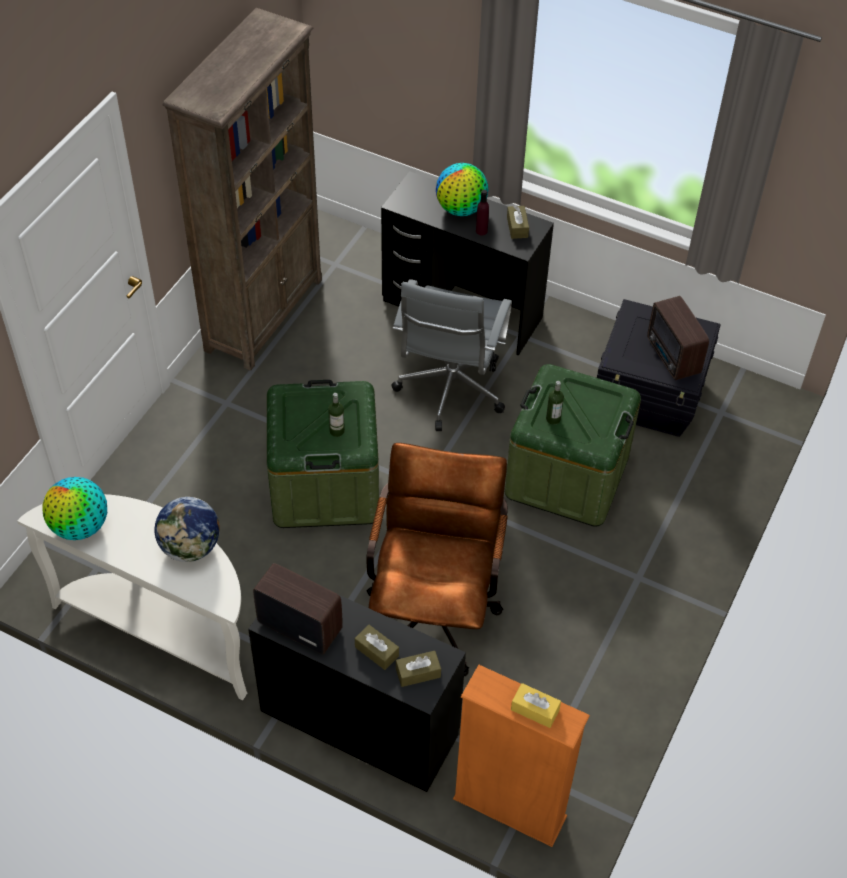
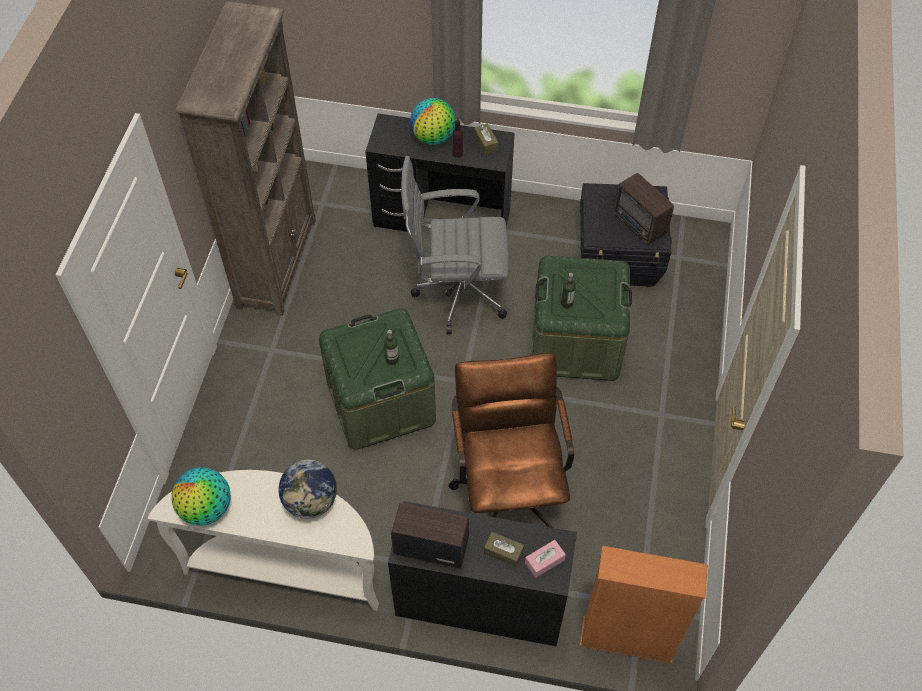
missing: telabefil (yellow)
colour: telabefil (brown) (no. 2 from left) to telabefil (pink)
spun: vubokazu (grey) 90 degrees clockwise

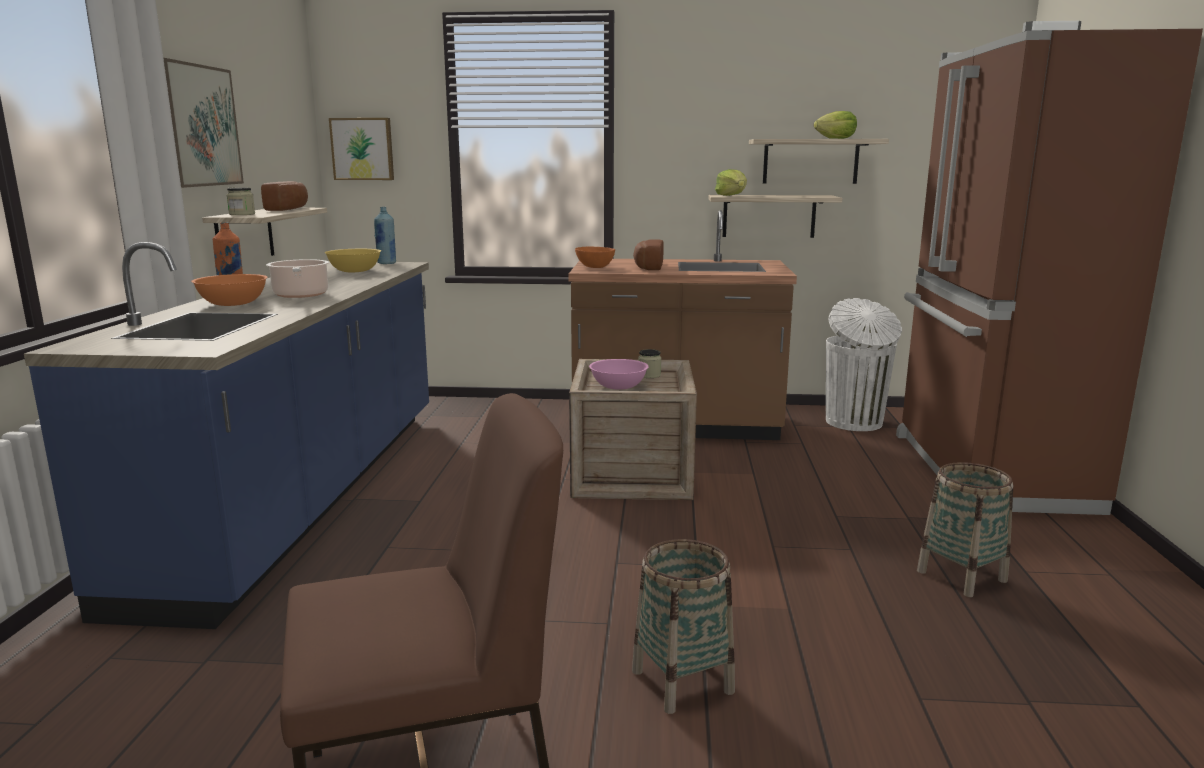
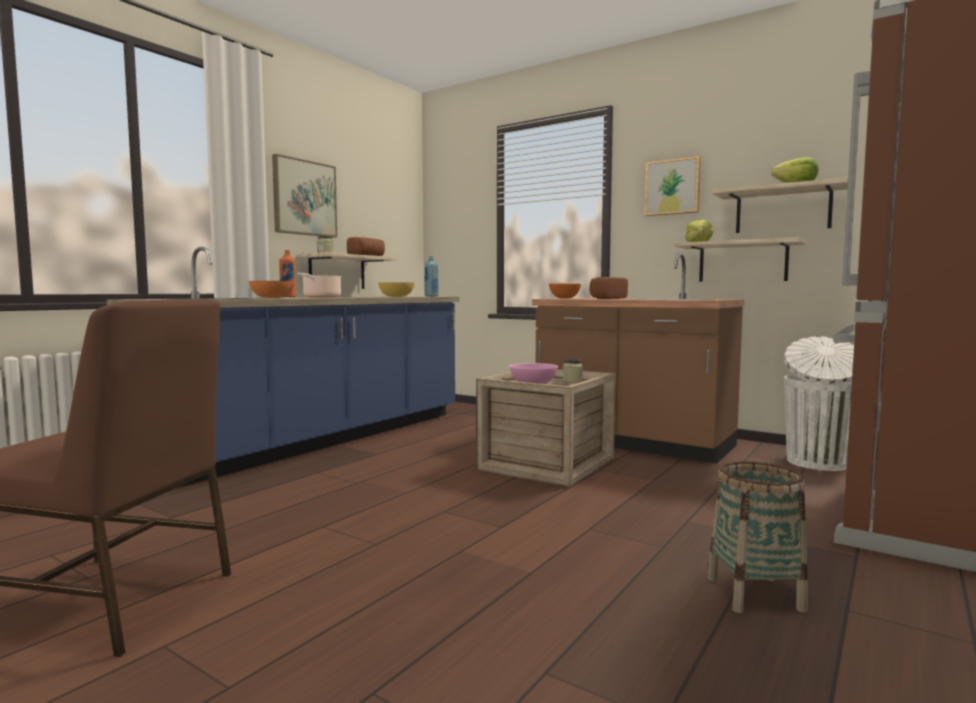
missing: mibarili (no. 1 from left)
relocated: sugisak (no. 2 from left)

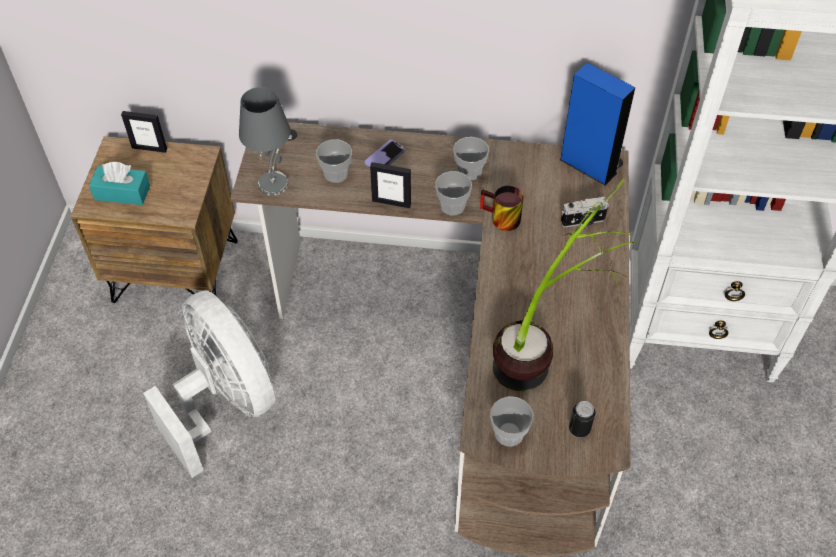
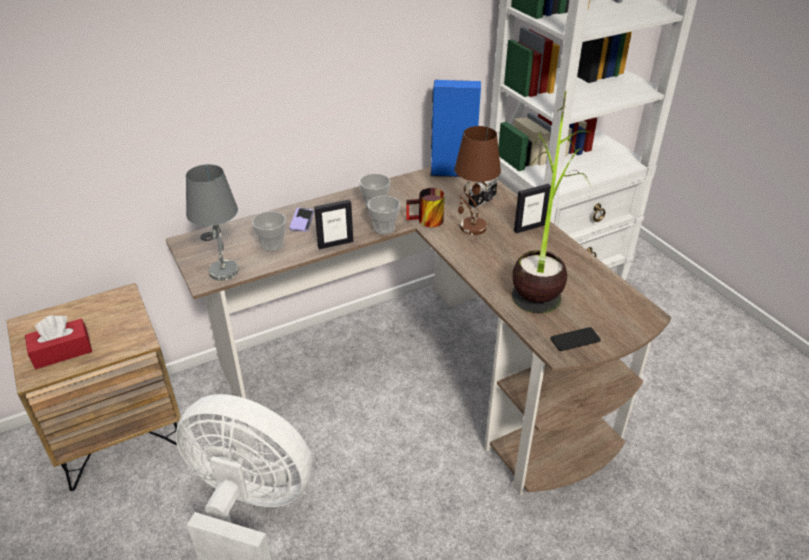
missing: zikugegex
appeared: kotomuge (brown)
relocated: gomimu (no. 1 from left in the first image) to gomimu (no. 2 from left)
exchanged: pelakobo (no. 4 from left) to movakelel (no. 2 from left)
colour: telabefil (turquoise) to telabefil (red)

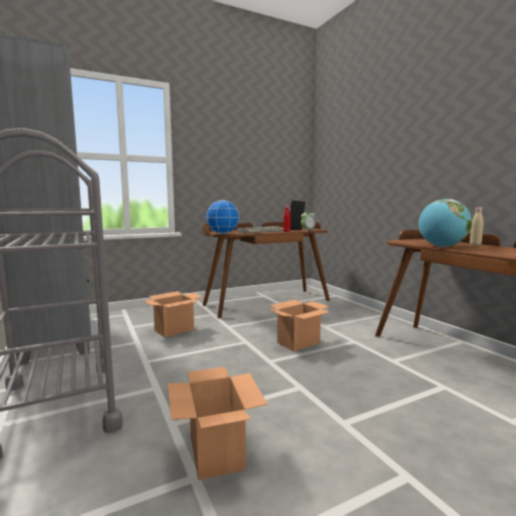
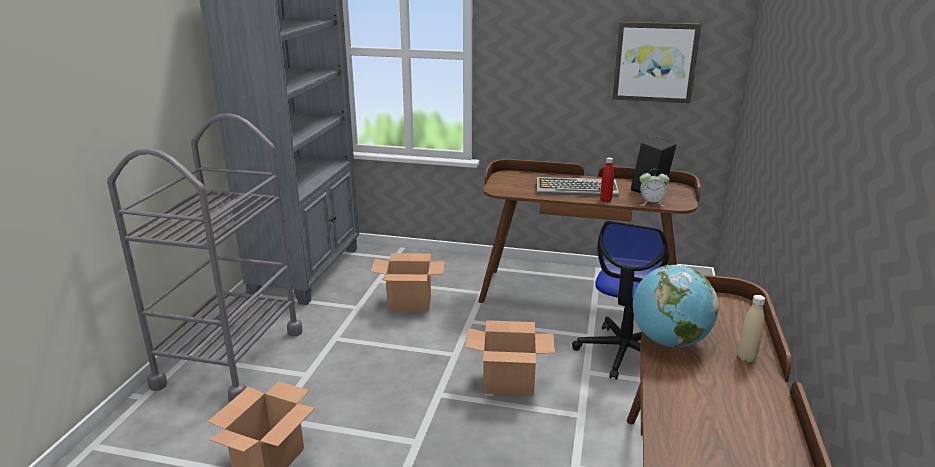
missing: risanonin (no. 1 from left)
appeared: vubokazu; sugisak

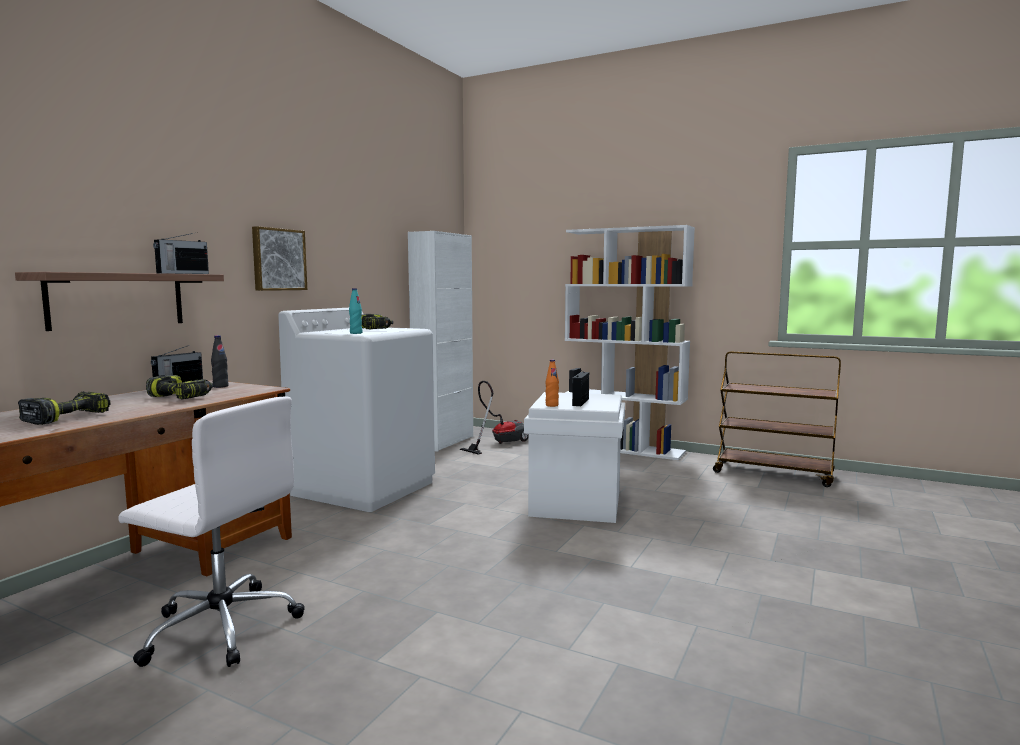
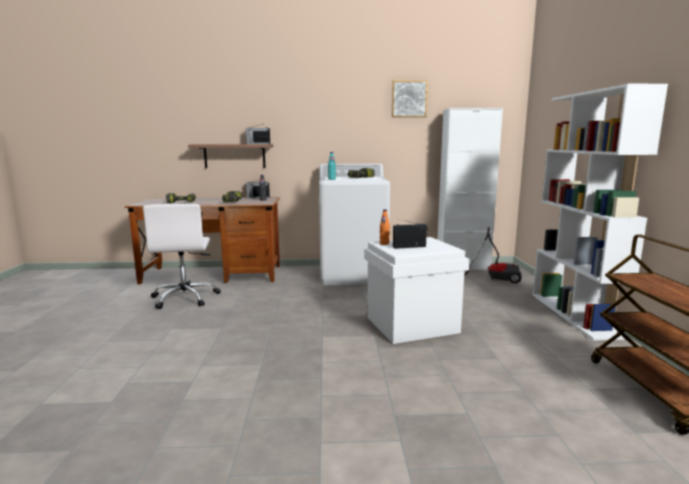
relocated: sugisak

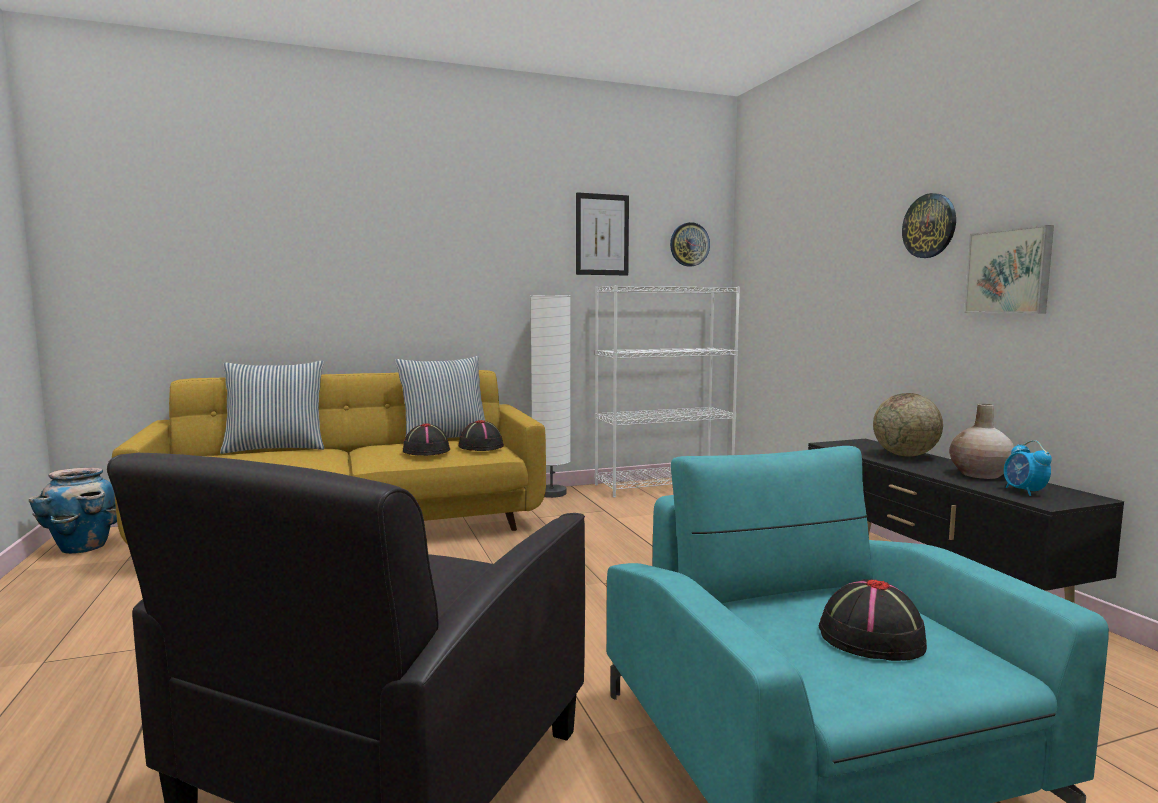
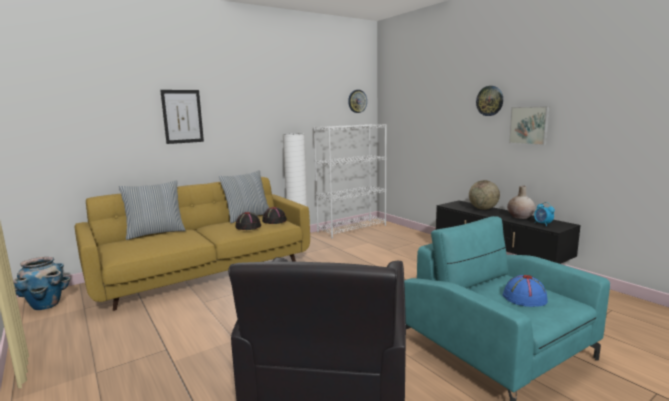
relocated: sugisak (no. 1 from left)
colour: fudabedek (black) (no. 3 from left) to fudabedek (blue)

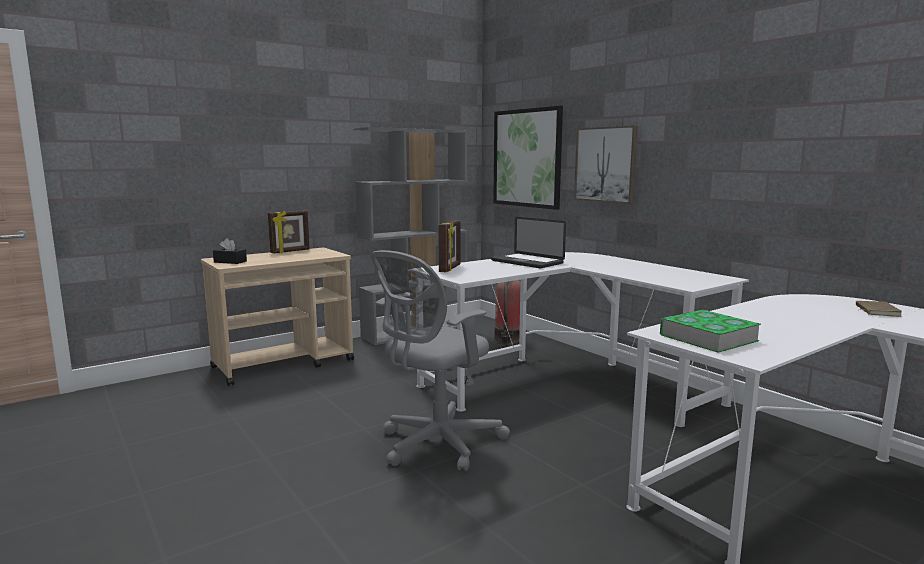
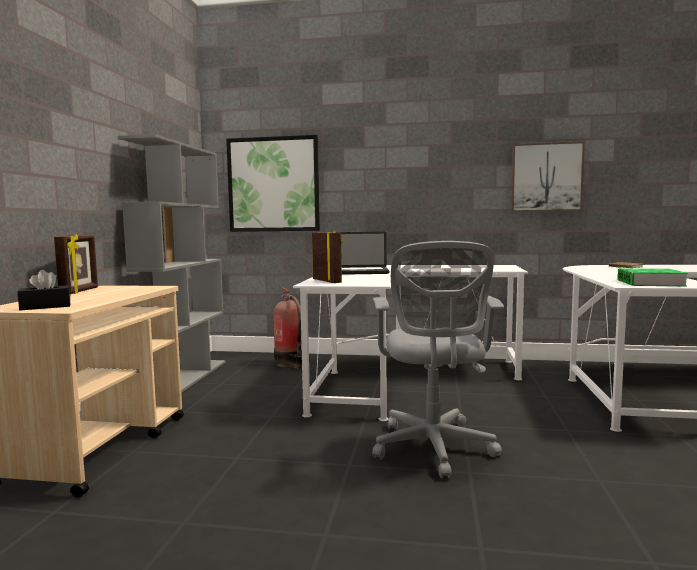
relocated: sugisak (no. 2 from left)

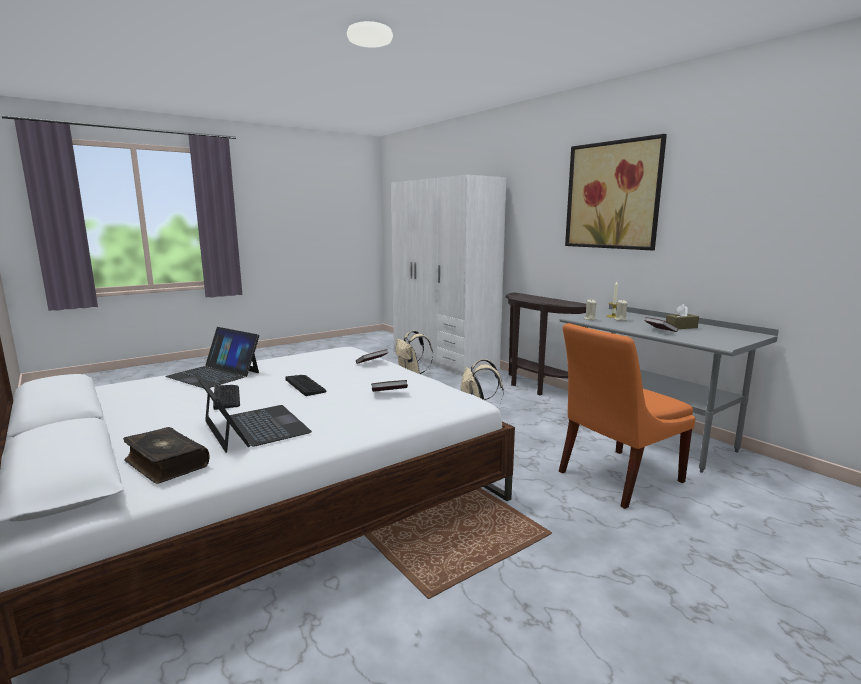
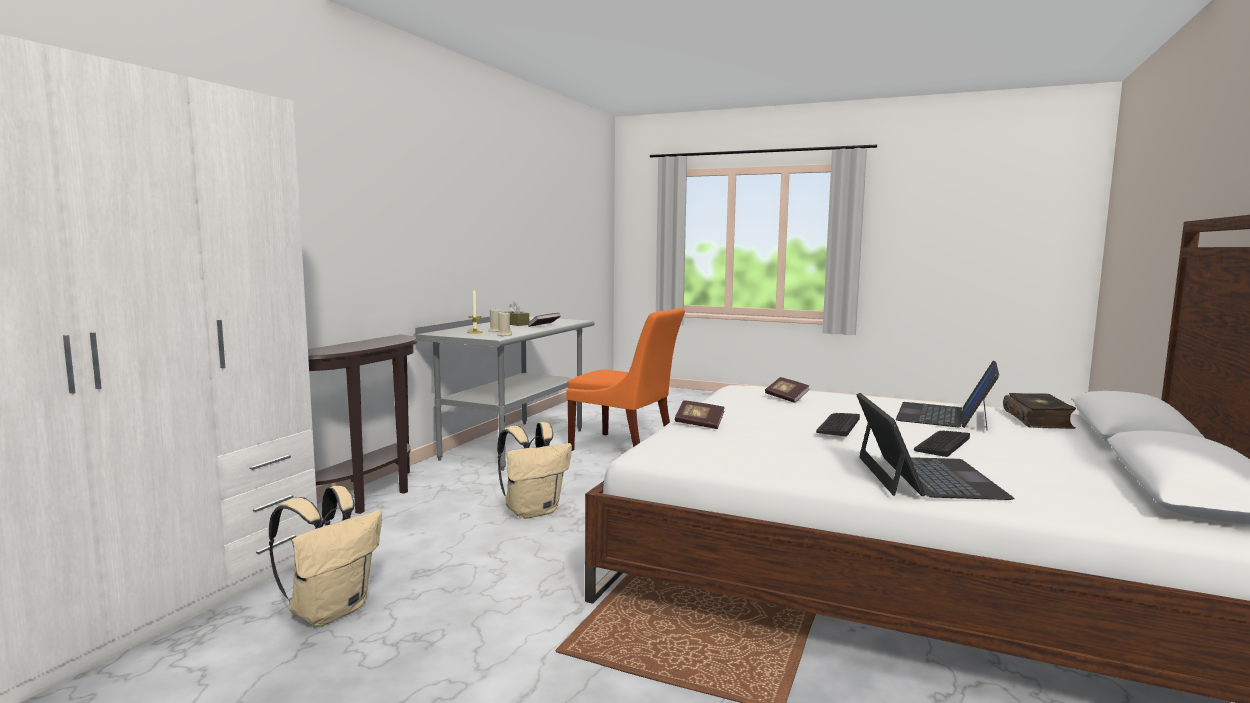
missing: sugisak

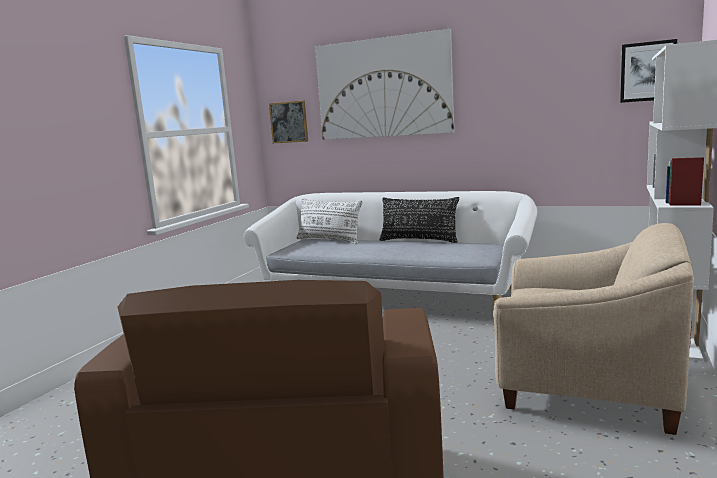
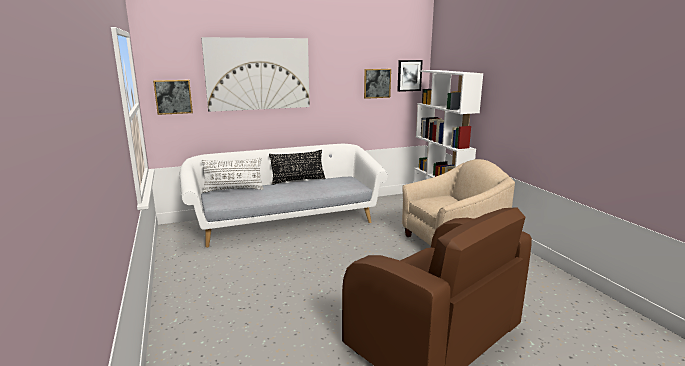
appeared: sugisak (no. 3 from left)

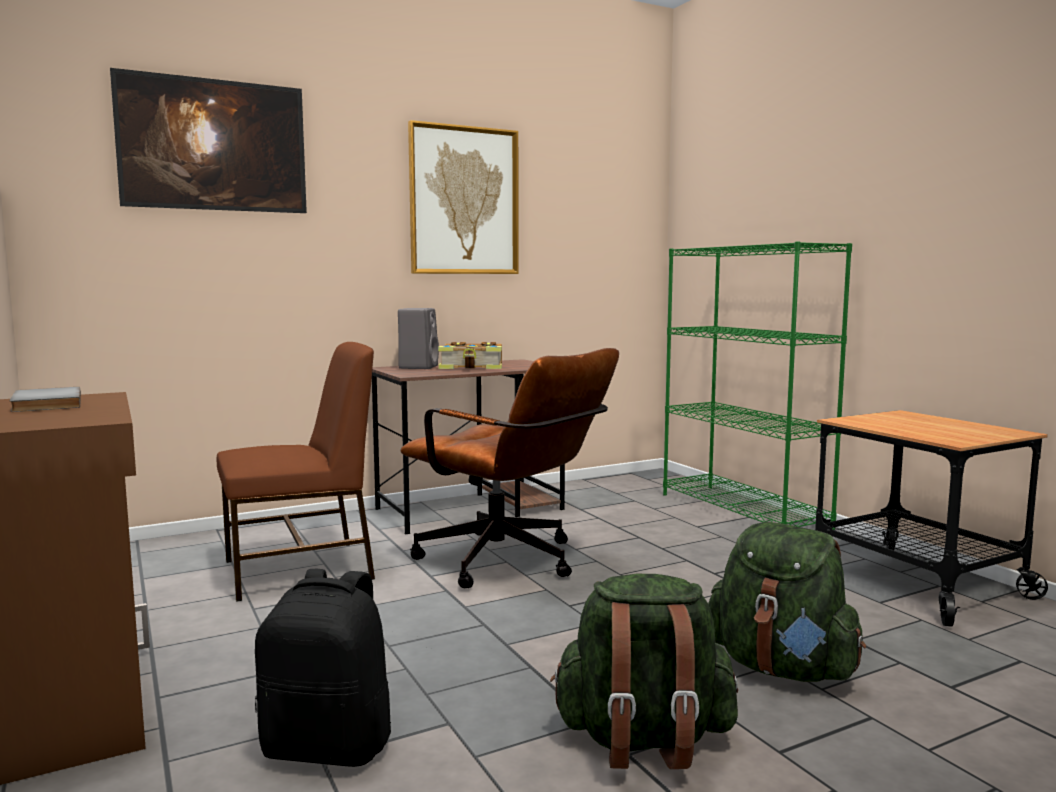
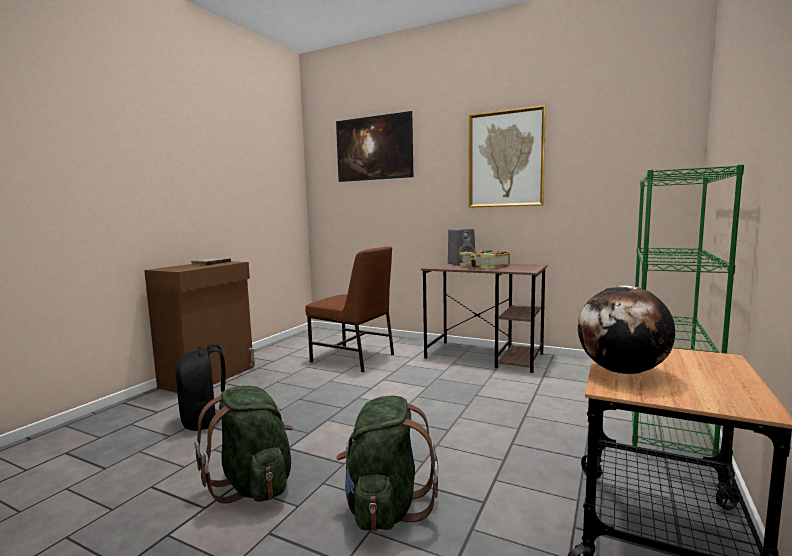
missing: vubokazu (brown)
appeared: risanonin

